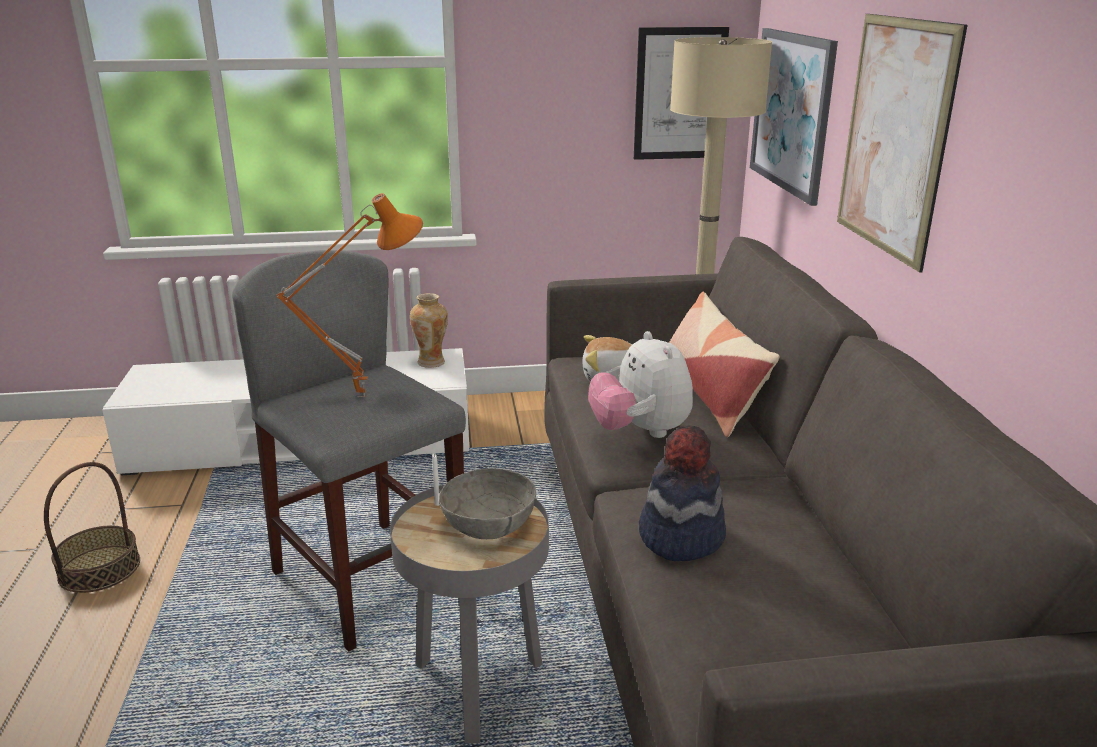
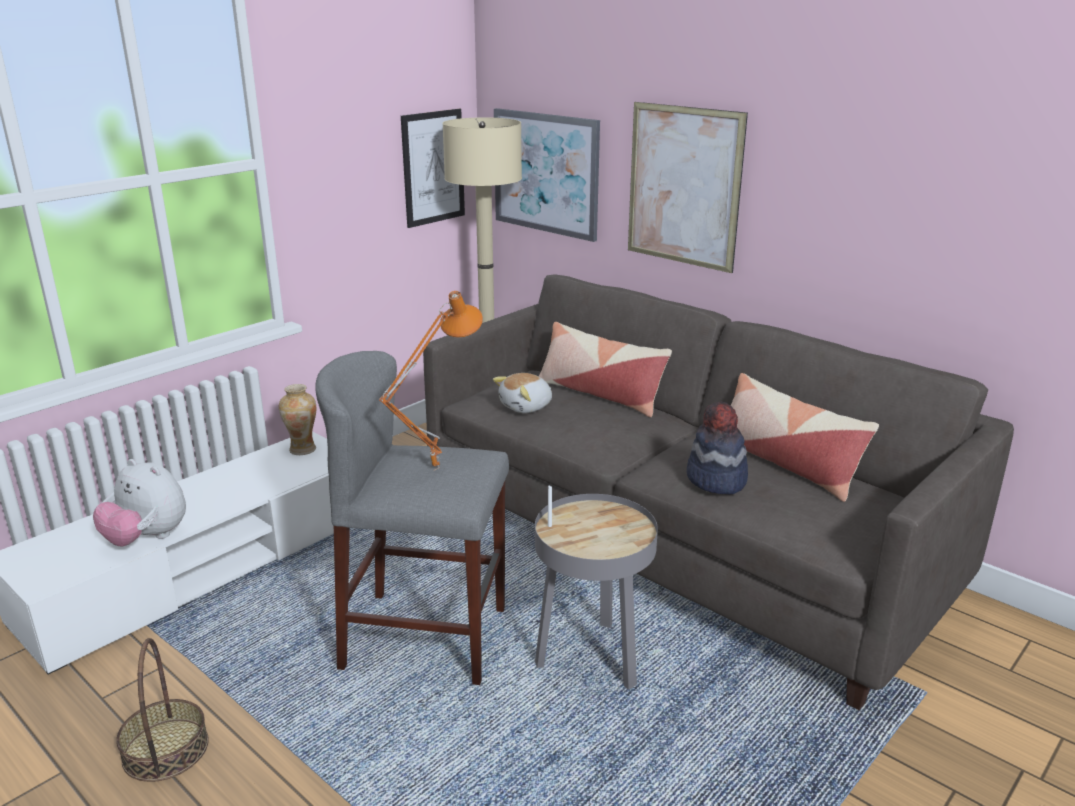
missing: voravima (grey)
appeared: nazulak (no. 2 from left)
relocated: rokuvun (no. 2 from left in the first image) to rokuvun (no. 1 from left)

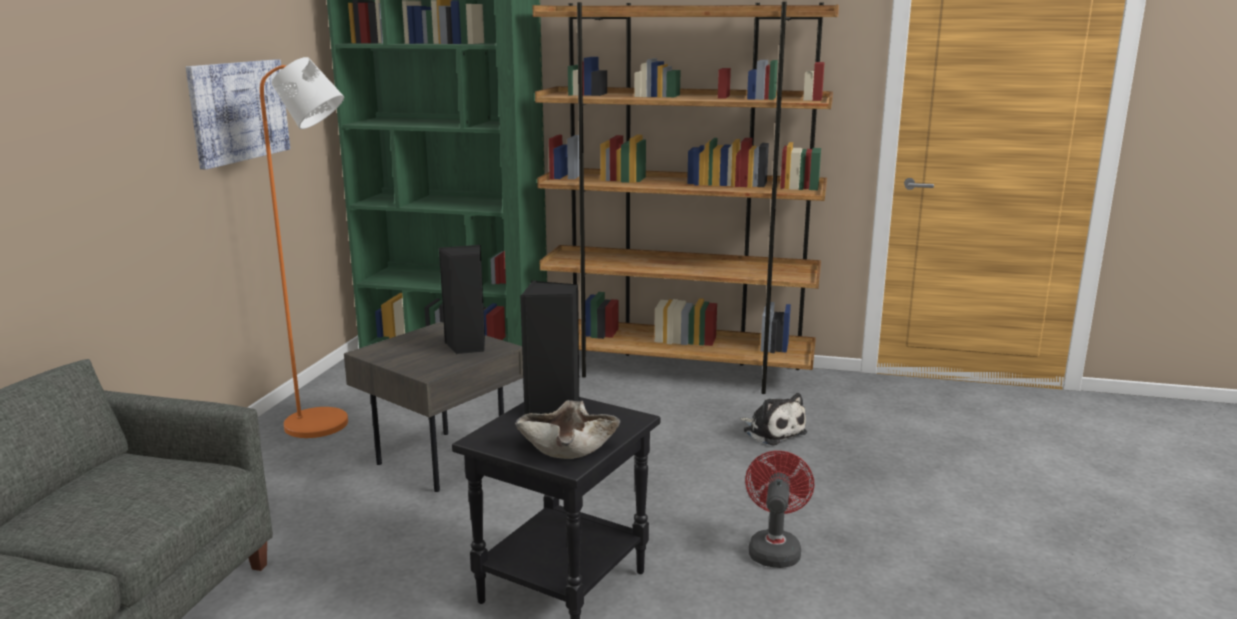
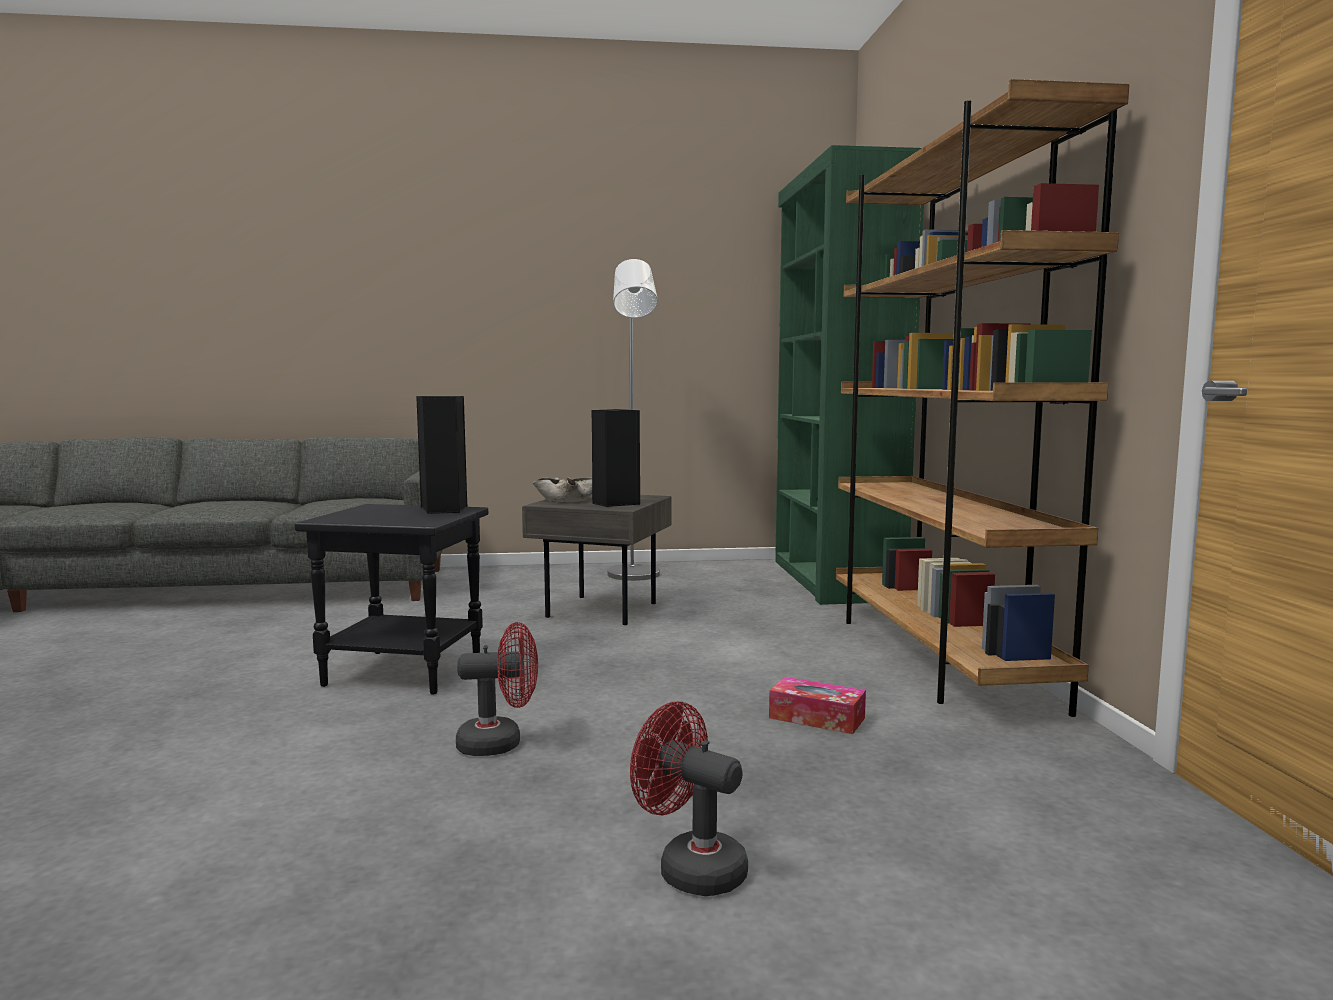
missing: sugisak
appeared: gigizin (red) (no. 2 from left)
relocated: voravima (beige)
exchanged: rokuvun to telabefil
colour: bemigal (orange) to bemigal (grey)

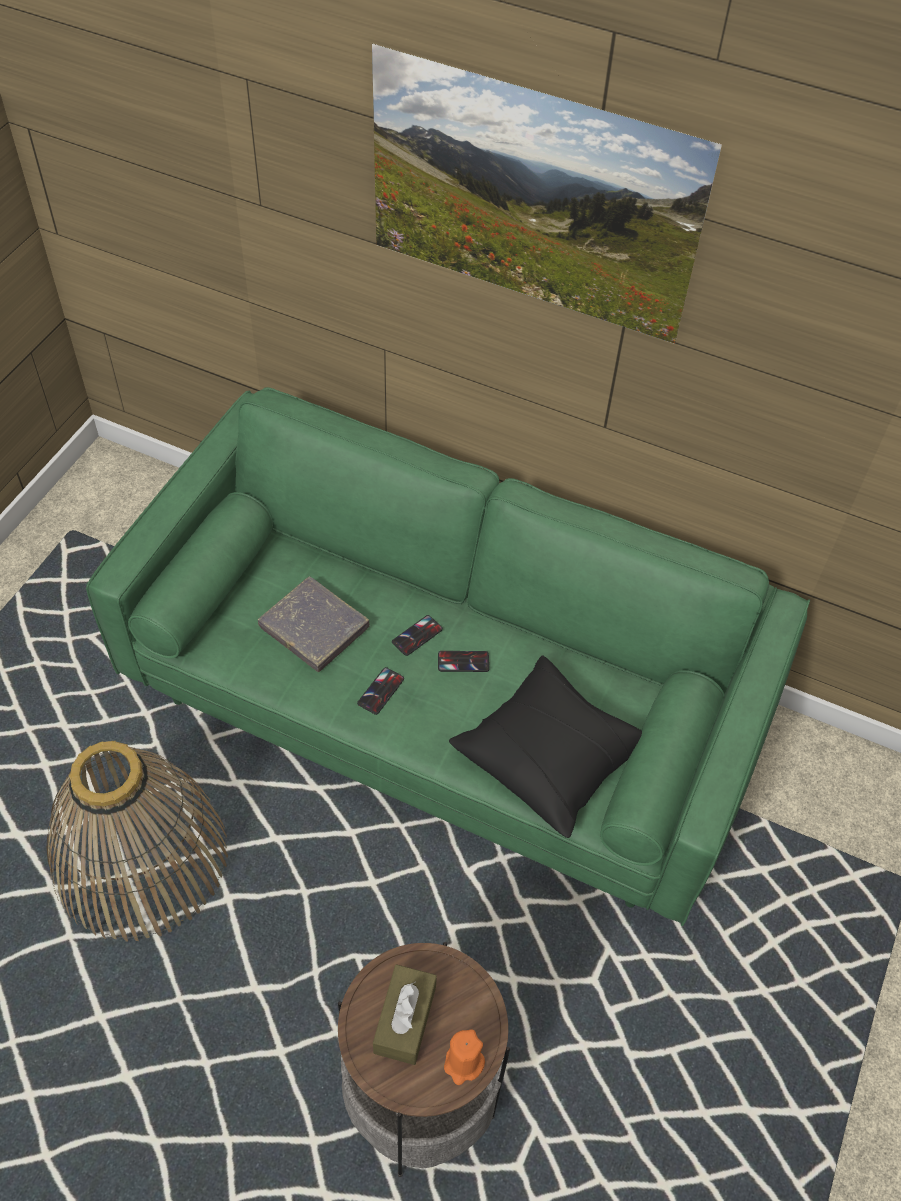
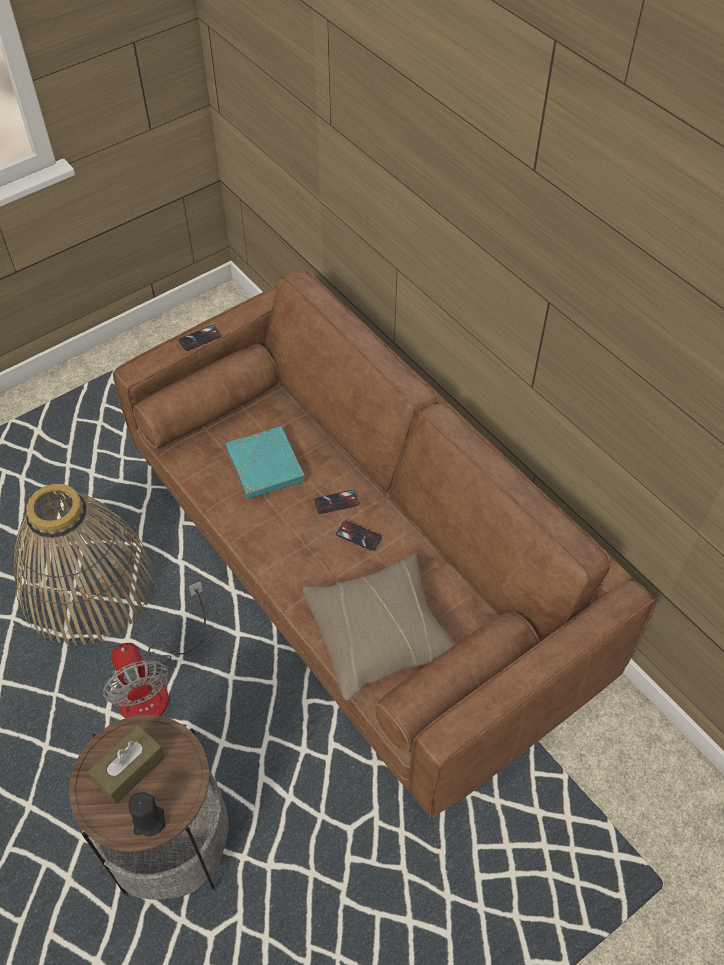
missing: sugisak
appeared: gigizin
relocated: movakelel (no. 1 from left)
colour: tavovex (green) to tavovex (brown); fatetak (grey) to fatetak (turquoise); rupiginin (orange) to rupiginin (black); nazulak (black) to nazulak (beige)

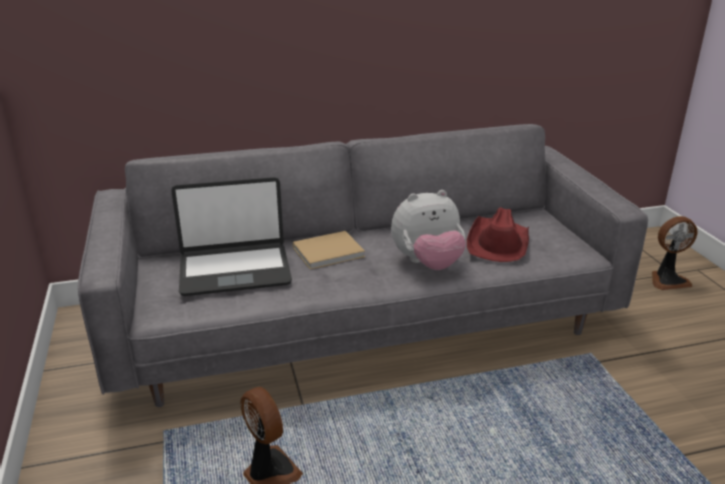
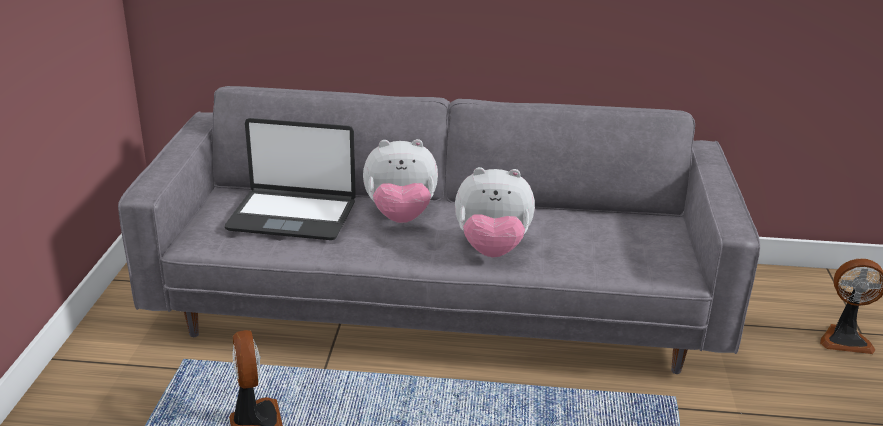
missing: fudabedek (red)
exchanged: fatetak (beige) to rokuvun (no. 1 from left)

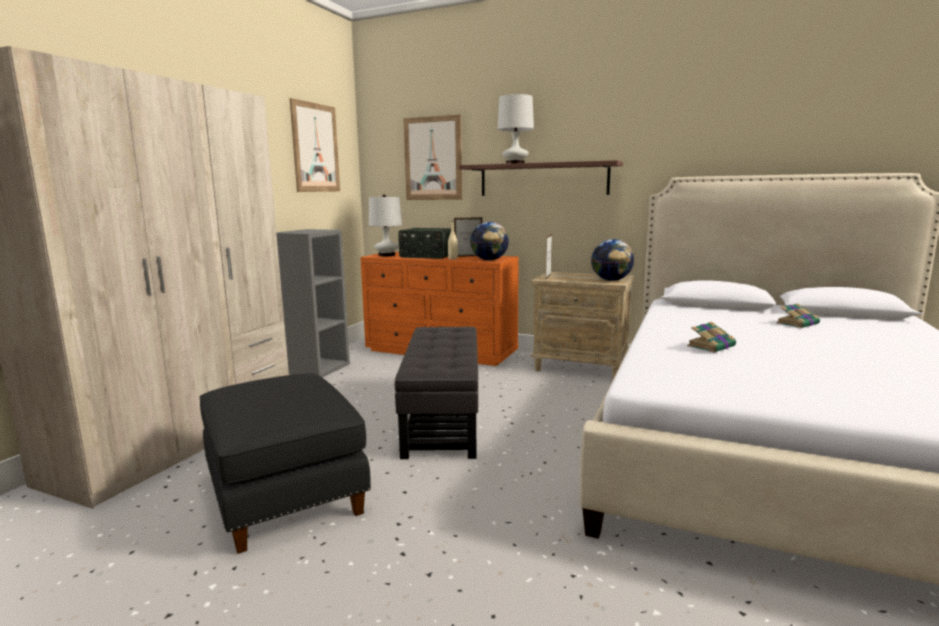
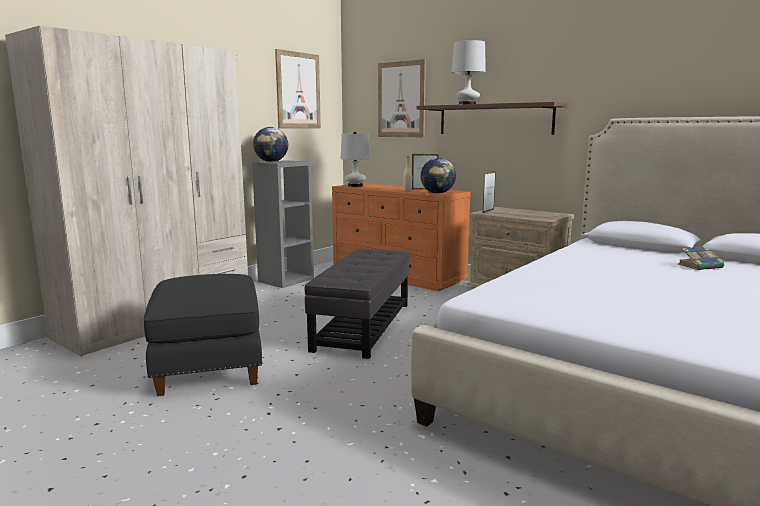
missing: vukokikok; fatetak (no. 1 from left)
relocated: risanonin (no. 2 from left in the first image) to risanonin (no. 1 from left)

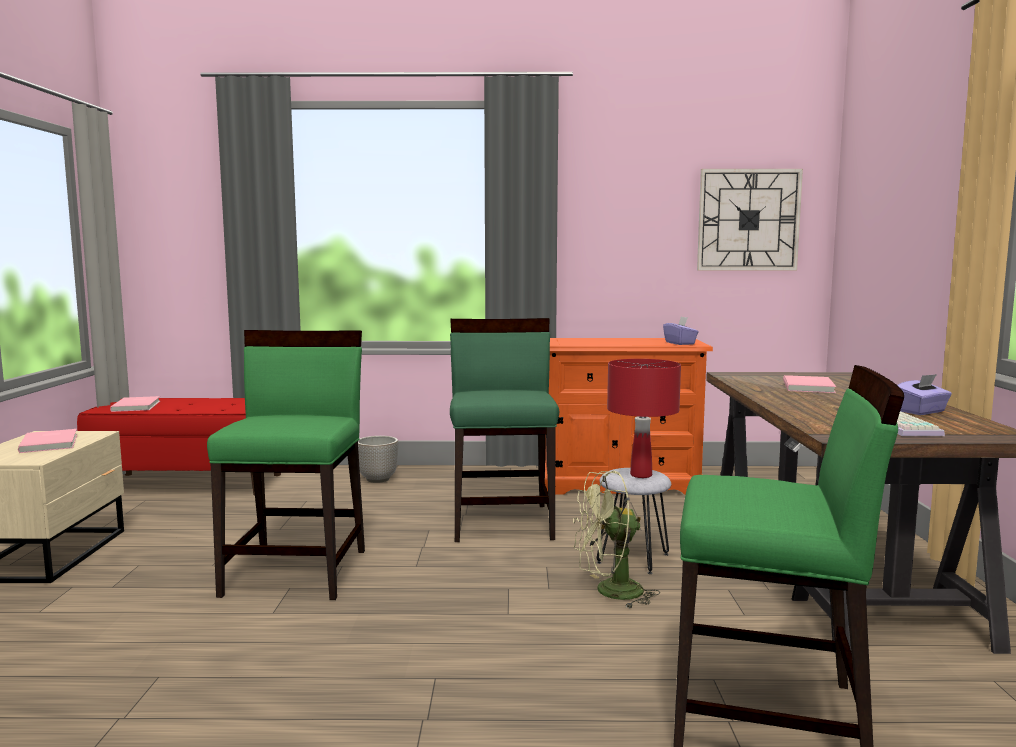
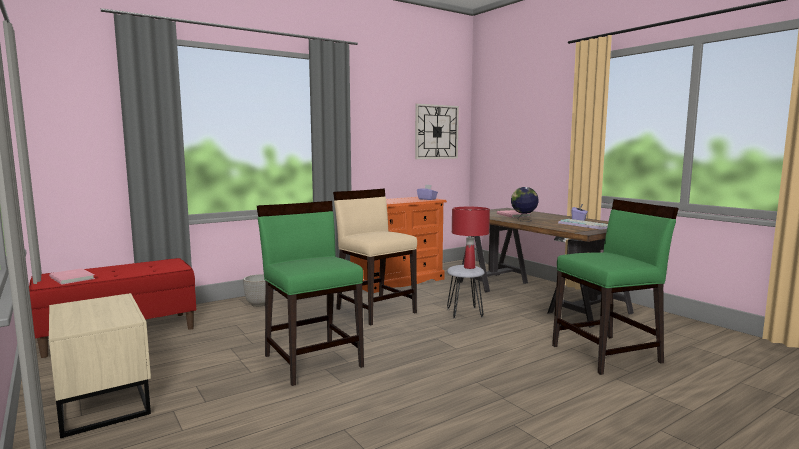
missing: fatetak (pink) (no. 1 from left); gigizin (green)
appeared: risanonin
colour: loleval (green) (no. 2 from left) to loleval (beige)

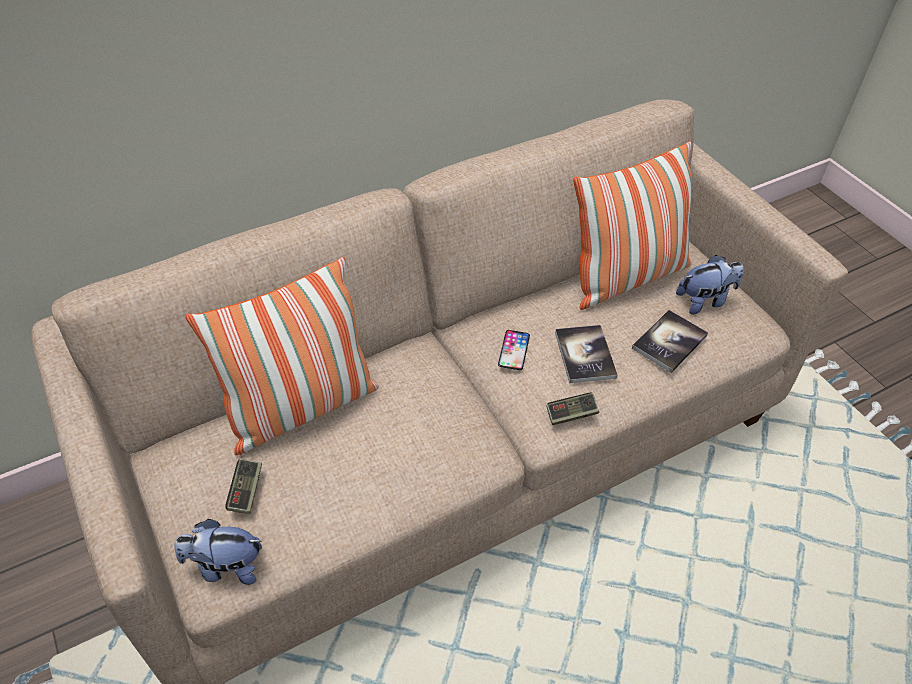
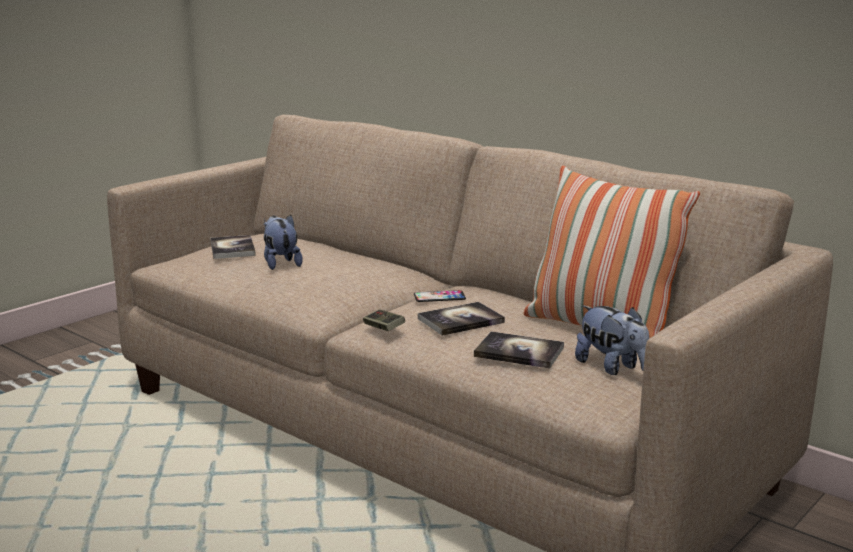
missing: nazulak (no. 1 from left)
relocated: rokuvun (no. 1 from left)
exchanged: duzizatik (no. 1 from left) to fatetak (no. 1 from left)

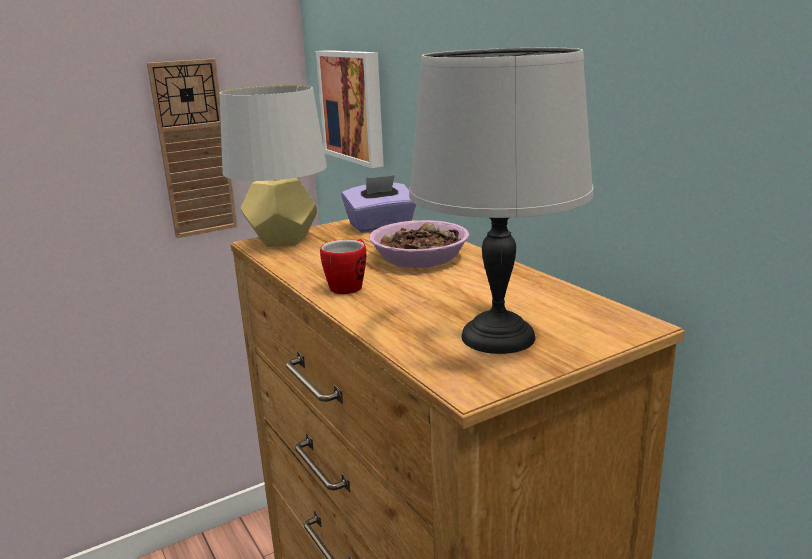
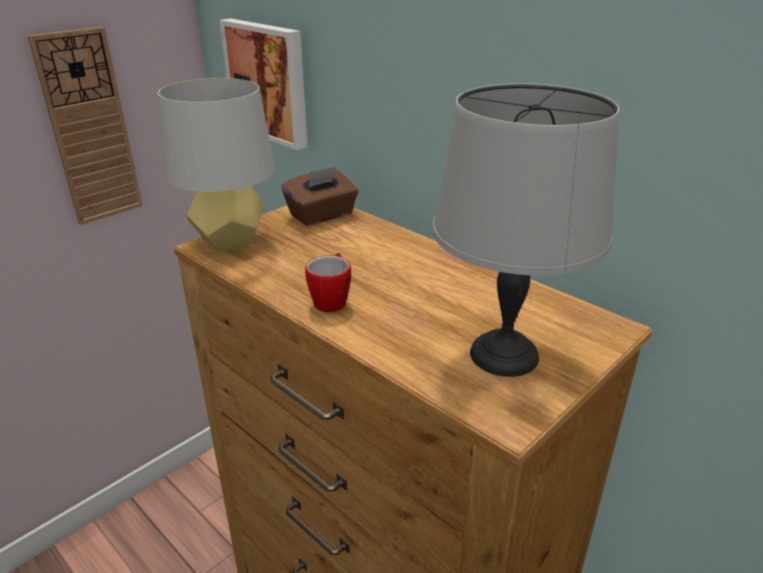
missing: voravima
colour: telabefil (purple) to telabefil (brown)

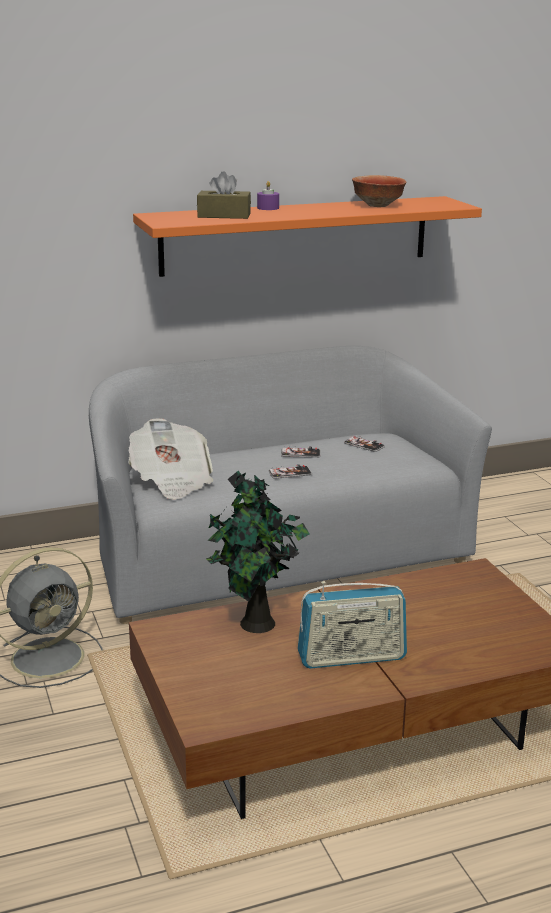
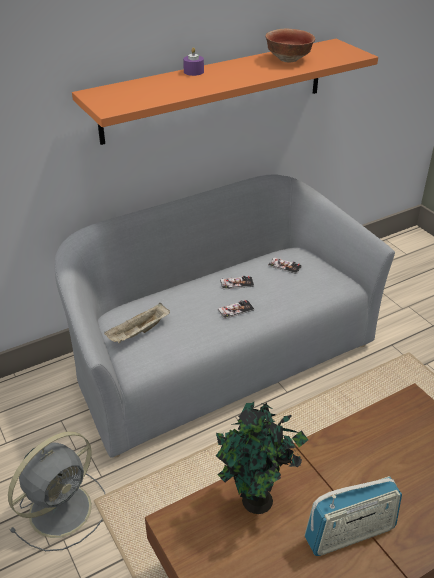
missing: telabefil (brown)
exchanged: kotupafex to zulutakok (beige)

